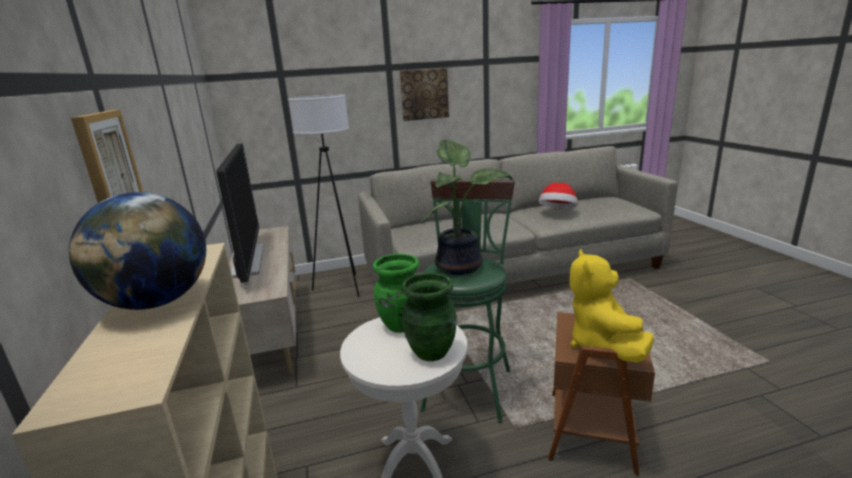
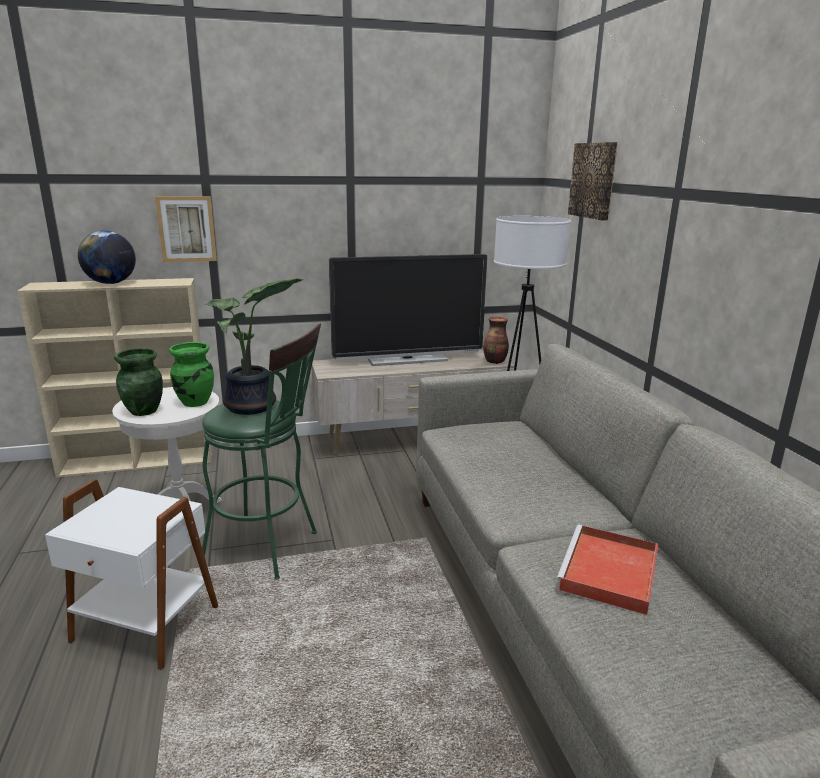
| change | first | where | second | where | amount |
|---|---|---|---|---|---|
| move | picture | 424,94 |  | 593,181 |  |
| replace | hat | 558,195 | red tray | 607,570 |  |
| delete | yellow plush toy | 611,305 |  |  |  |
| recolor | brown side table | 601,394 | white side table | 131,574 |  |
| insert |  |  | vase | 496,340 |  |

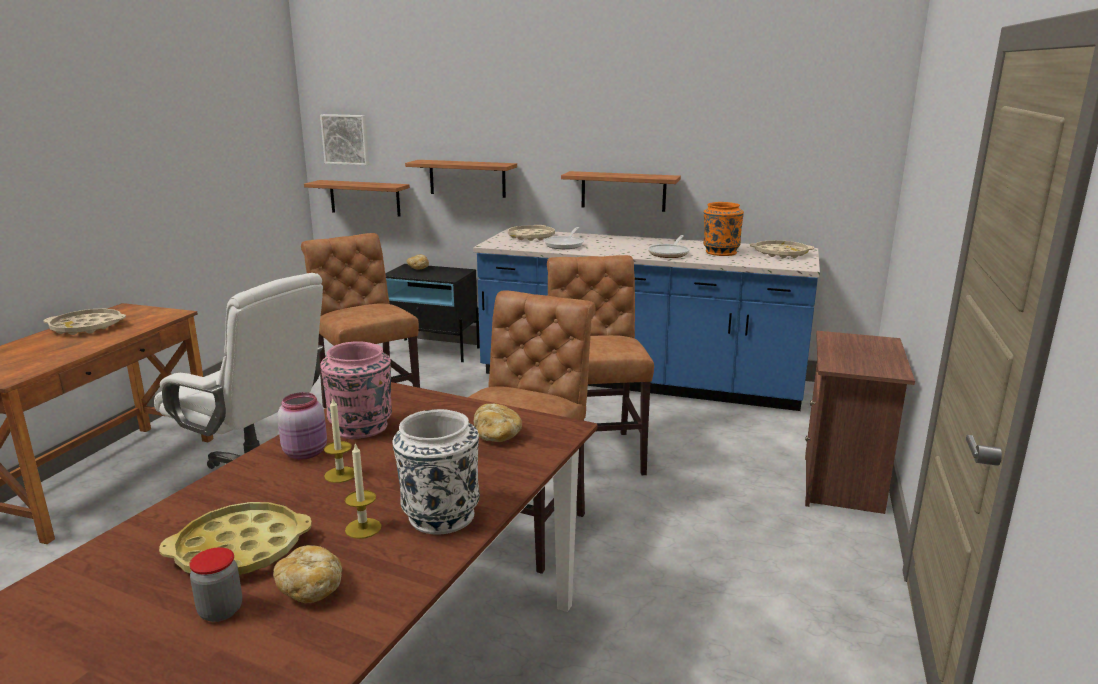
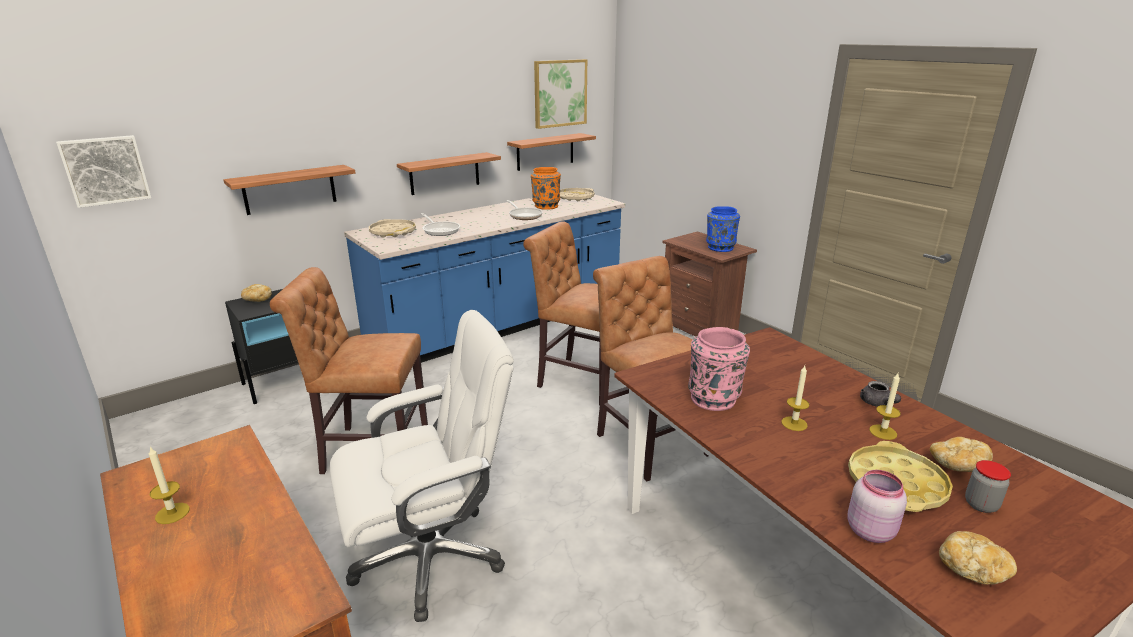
| change | first | where | second | where | amount |
|---|---|---|---|---|---|
| move | shelf | 357,198 |  | 551,152 |  |
| replace | beige tray | 84,322 | candle | 169,485 |  |
| move | pink jar | 302,426 |  | 877,506 |  |
| move | bread | 497,423 |  | 978,558 |  |
| replace | white vase | 436,471 | grey teapot | 880,394 |  |
| insert |  |  | picture | 560,94 |  |
| insert |  |  | blue vase | 723,229 |  |

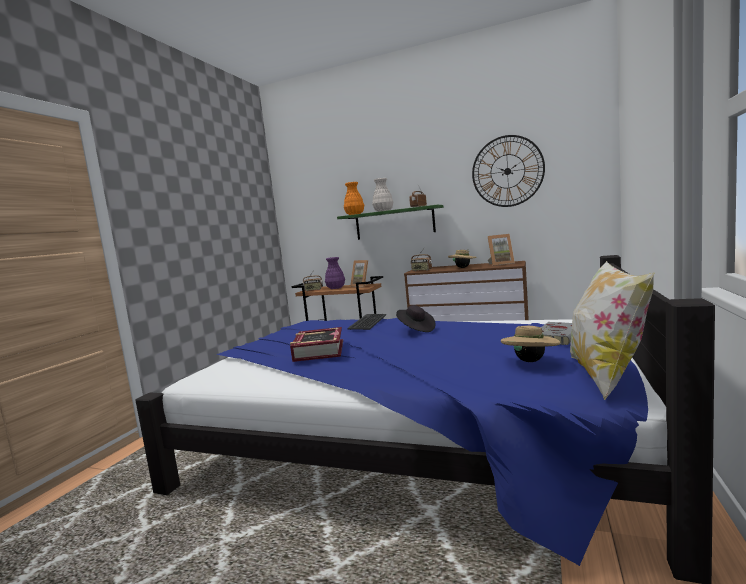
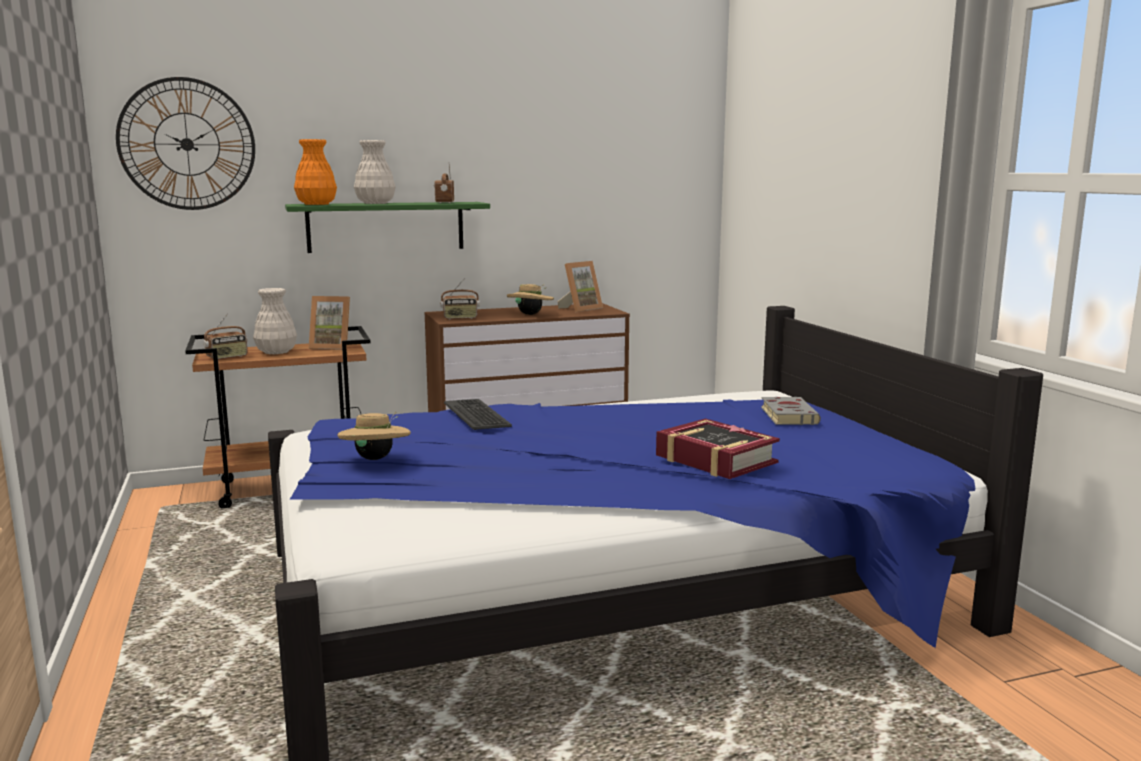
| change | first | where | second | where | amount |
|---|---|---|---|---|---|
| move | wall clock | 508,171 |  | 185,143 |  |
| recolor | purple vase | 335,273 | white vase | 275,321 |  |
| delete | pillow | 612,330 |  |  |  |
| delete | black hat | 416,318 |  |  |  |
| move | beige hat | 530,344 |  | 374,436 |  |
| move | book | 316,344 |  | 718,448 |  |

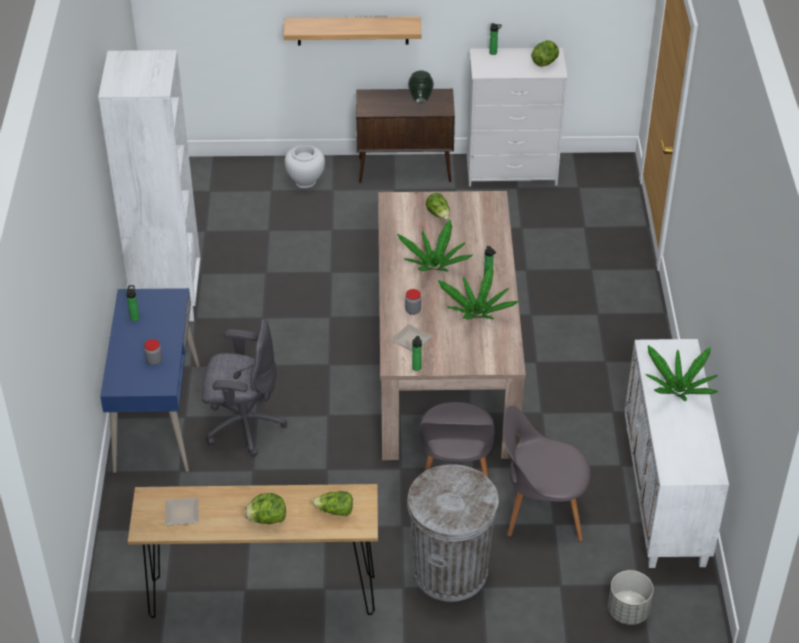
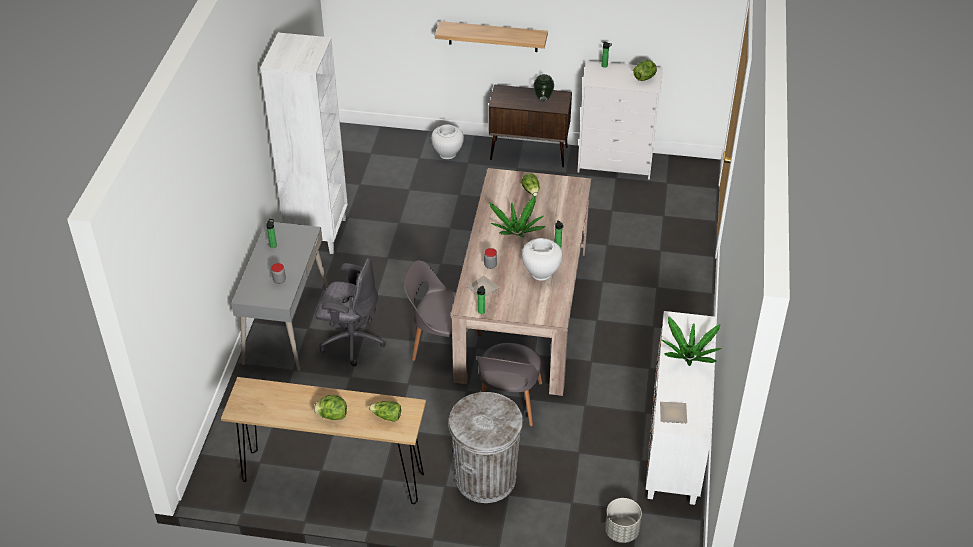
| change | first | where | second | where | amount |
|---|---|---|---|---|---|
| replace | potted plant | 478,292 | white vase | 542,259 |  |
| recolor | blue desk | 150,380 | grey desk | 279,296 |  |
| move | grey chair | 547,474 |  | 443,310 |  |
| move | plate | 182,512 |  | 673,412 |  |

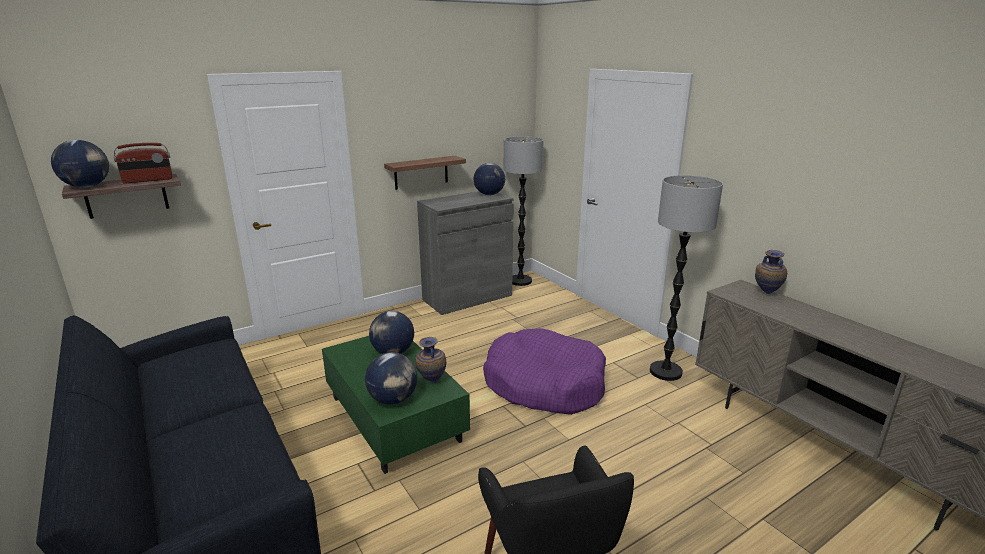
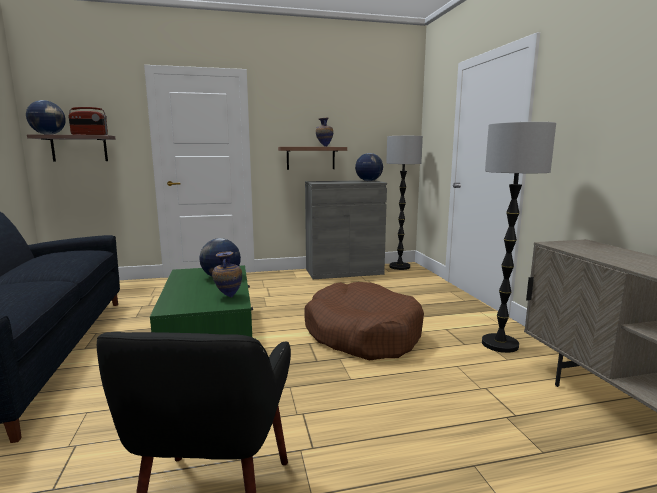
| change | first | where | second | where | amount |
|---|---|---|---|---|---|
| move | vase | 771,272 |  | 324,132 |  |
| recolor | purple dog bed | 544,371 | brown dog bed | 364,321 |  |
| delete | globe | 391,378 |  |  |  |

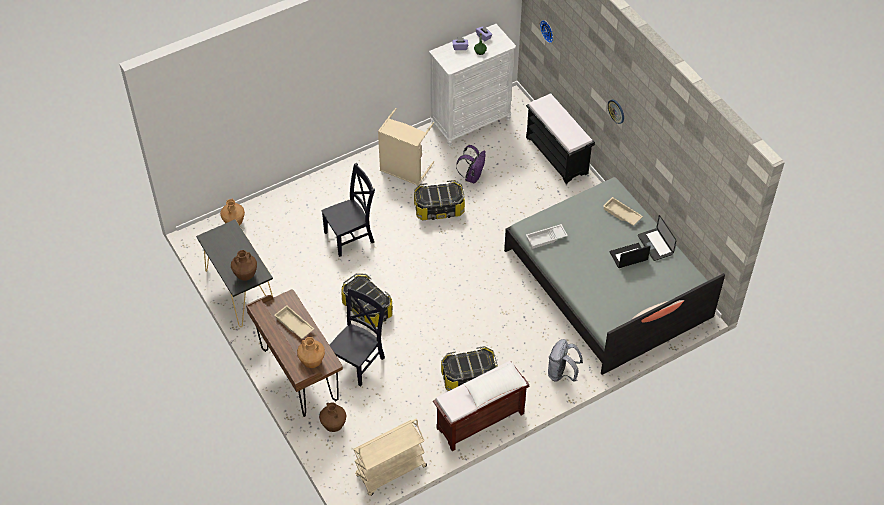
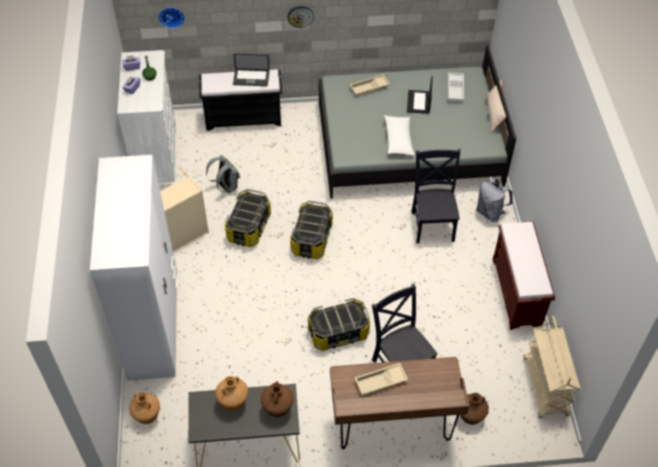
| change | first | where | second | where | amount |
|---|---|---|---|---|---|
| recolor | purple backpack | 471,164 | grey backpack | 223,174 |  |
| move | black chair | 348,210 |  | 436,196 |  |
| move | laptop | 657,238 |  | 251,70 |  |
| move | white tray | 547,236 |  | 456,88 |  |
| move | brown vase | 311,352 |  | 231,393 |  |
| move | storage box | 469,368 |  | 311,230 |  |
| move | white pillow | 495,385 |  | 399,135 |  |
| insert |  |  | white wardrobe | 133,268 |  |

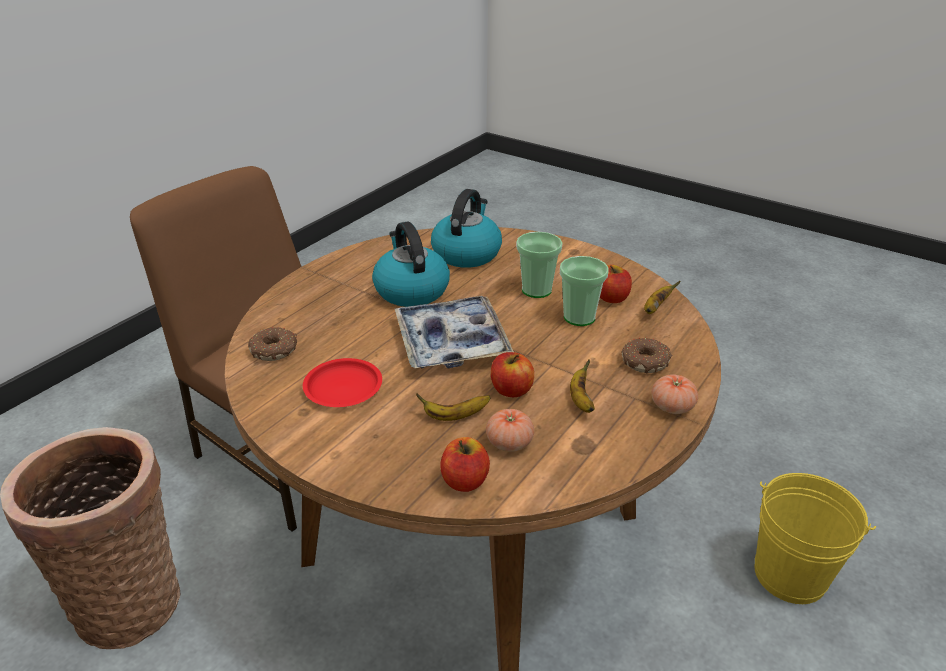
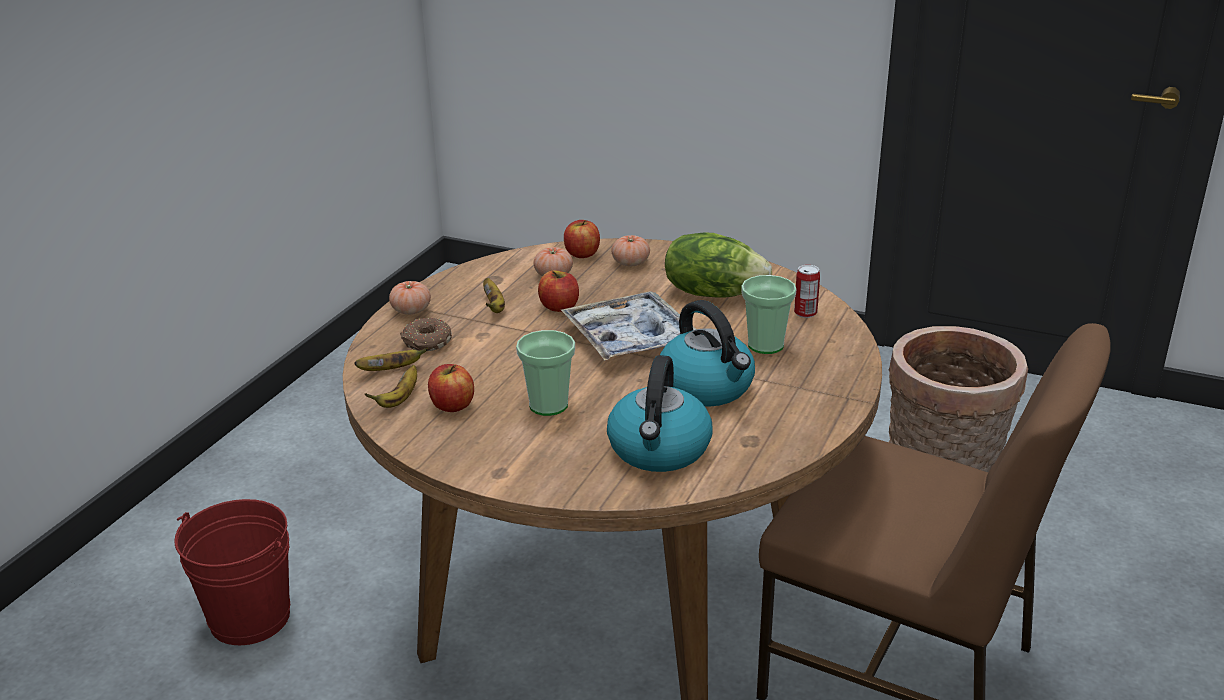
| change | first | where | second | where | amount |
|---|---|---|---|---|---|
| move | cup | 584,291 |  | 769,314 |  |
| replace | donut | 272,344 | can | 807,291 |  |
| replace | red plate | 342,382 | lettuce | 718,265 |  |
| move | banana | 453,407 |  | 391,359 |  |
| recolor | yellow bucket | 815,538 | red bucket | 232,572 |  |
| insert |  |  | tomato | 630,250 |  |

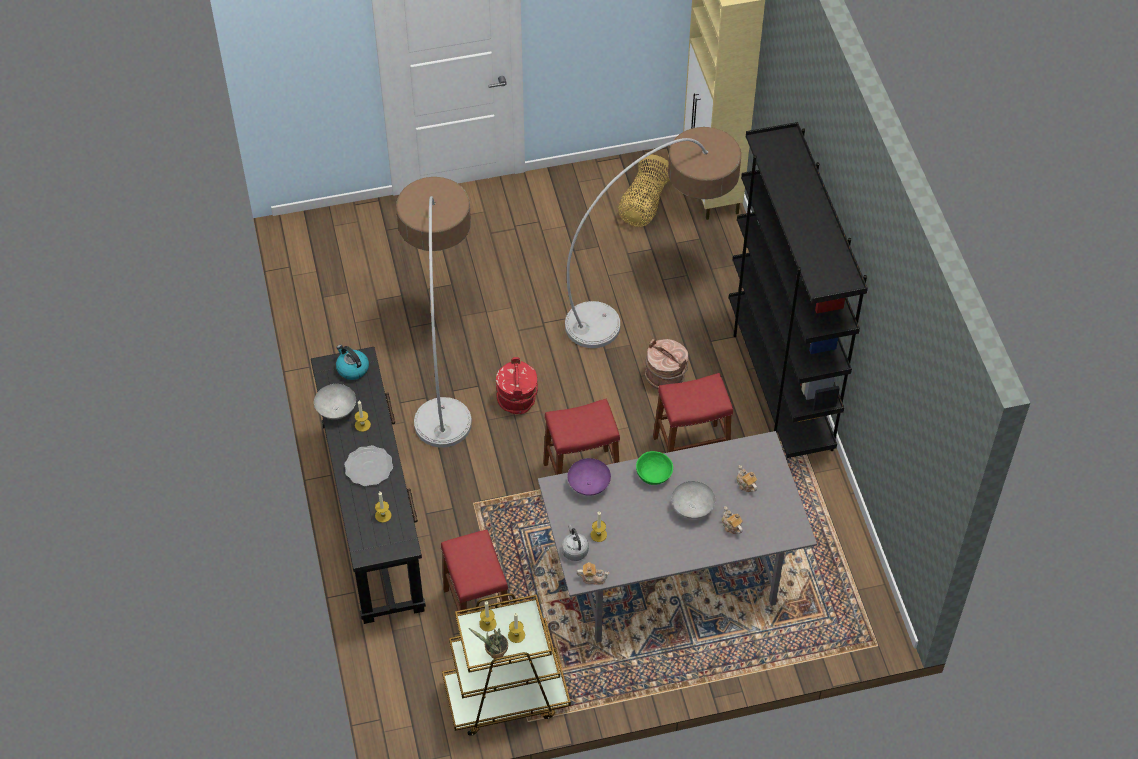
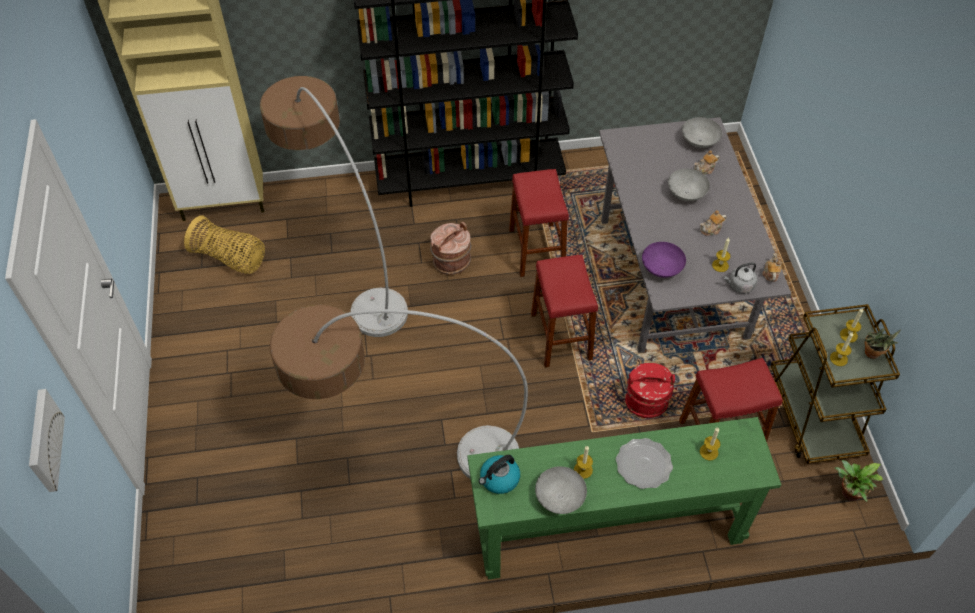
| change | first | where | second | where | amount |
|---|---|---|---|---|---|
| recolor | black console table | 368,485 | green console table | 624,498 |  |
| move | red bucket | 517,385 |  | 650,390 |  |
| delete | green bowl | 654,468 |  |  |  |
| move | teapot | 746,478 |  | 713,223 |  |
| insert |  |  | grey bowl | 702,132 |  |
| insert |  |  | picture | 47,440 |  |
| insert |  |  | potted plant | 859,481 |  |

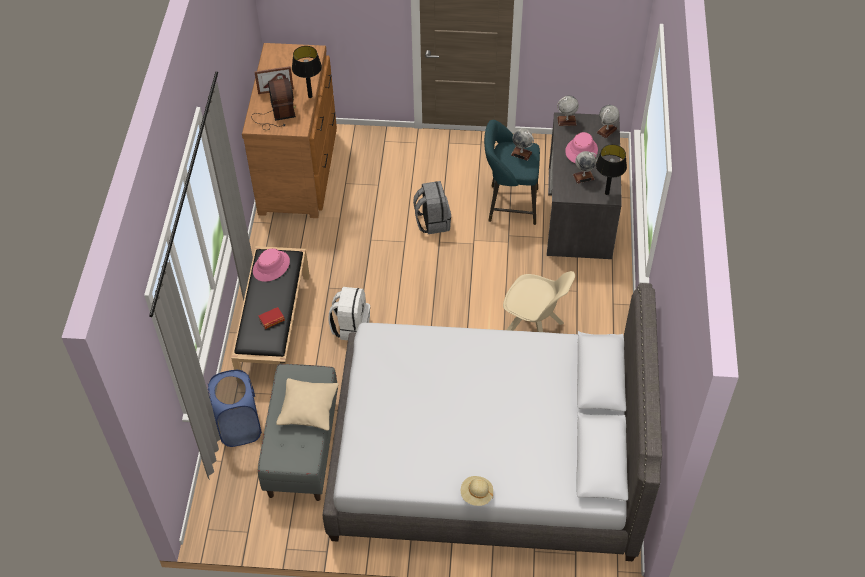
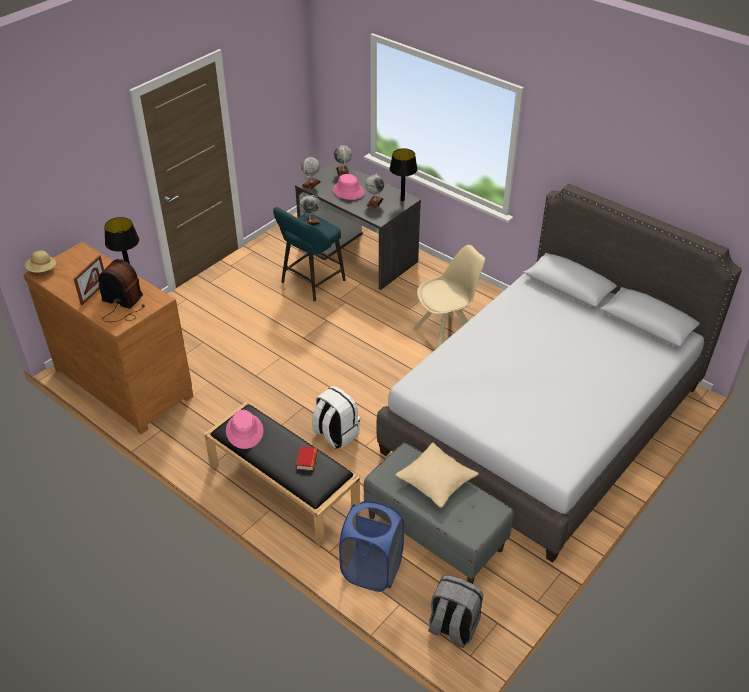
| change | first | where | second | where | amount |
|---|---|---|---|---|---|
| move | grey backpack | 432,207 |  | 455,611 |  |
| move | beige hat | 477,491 |  | 40,261 |  |

